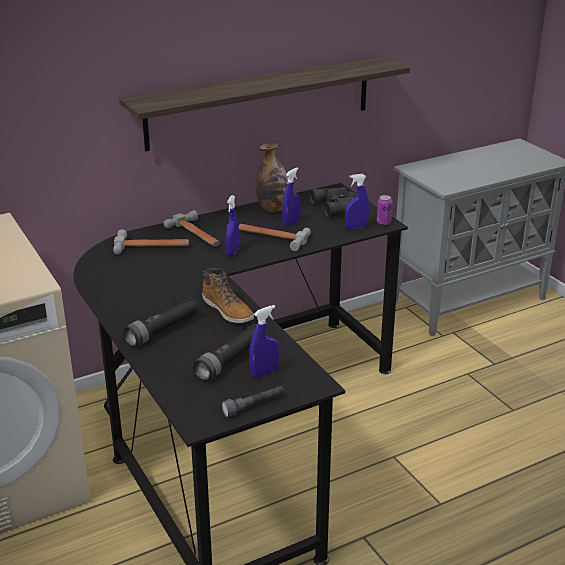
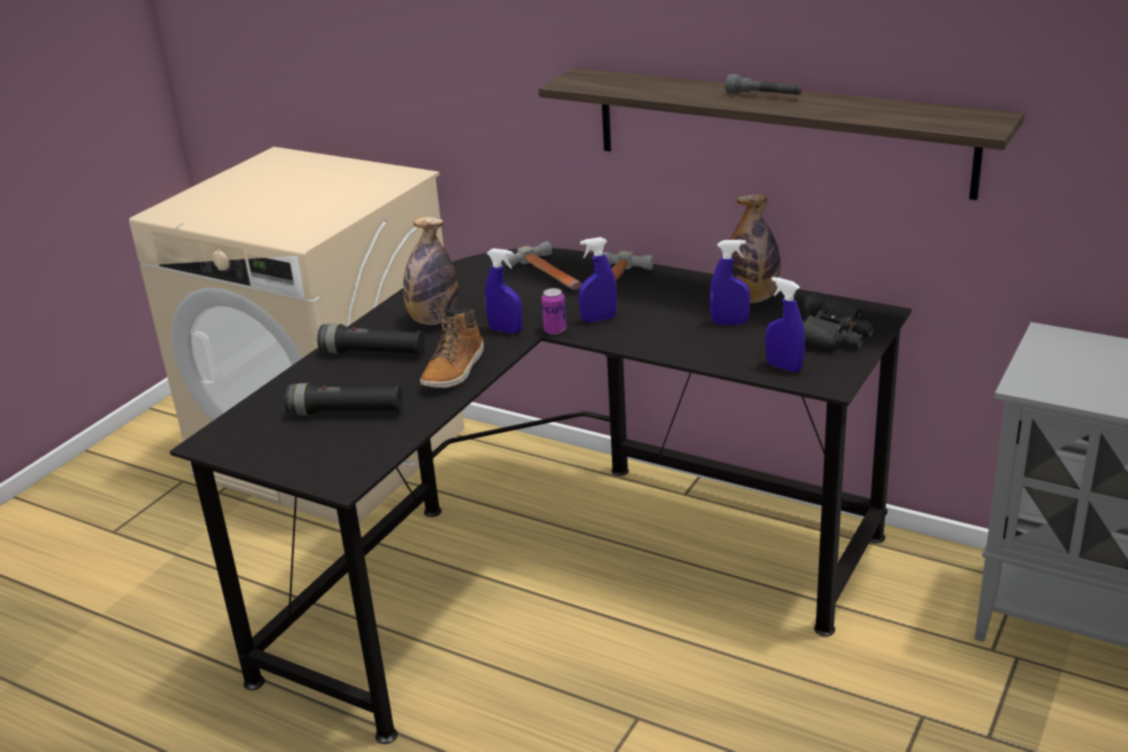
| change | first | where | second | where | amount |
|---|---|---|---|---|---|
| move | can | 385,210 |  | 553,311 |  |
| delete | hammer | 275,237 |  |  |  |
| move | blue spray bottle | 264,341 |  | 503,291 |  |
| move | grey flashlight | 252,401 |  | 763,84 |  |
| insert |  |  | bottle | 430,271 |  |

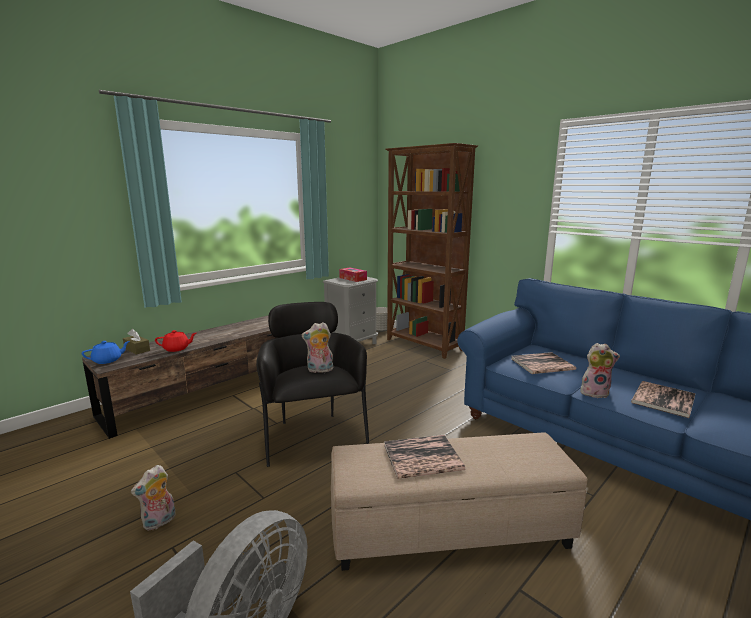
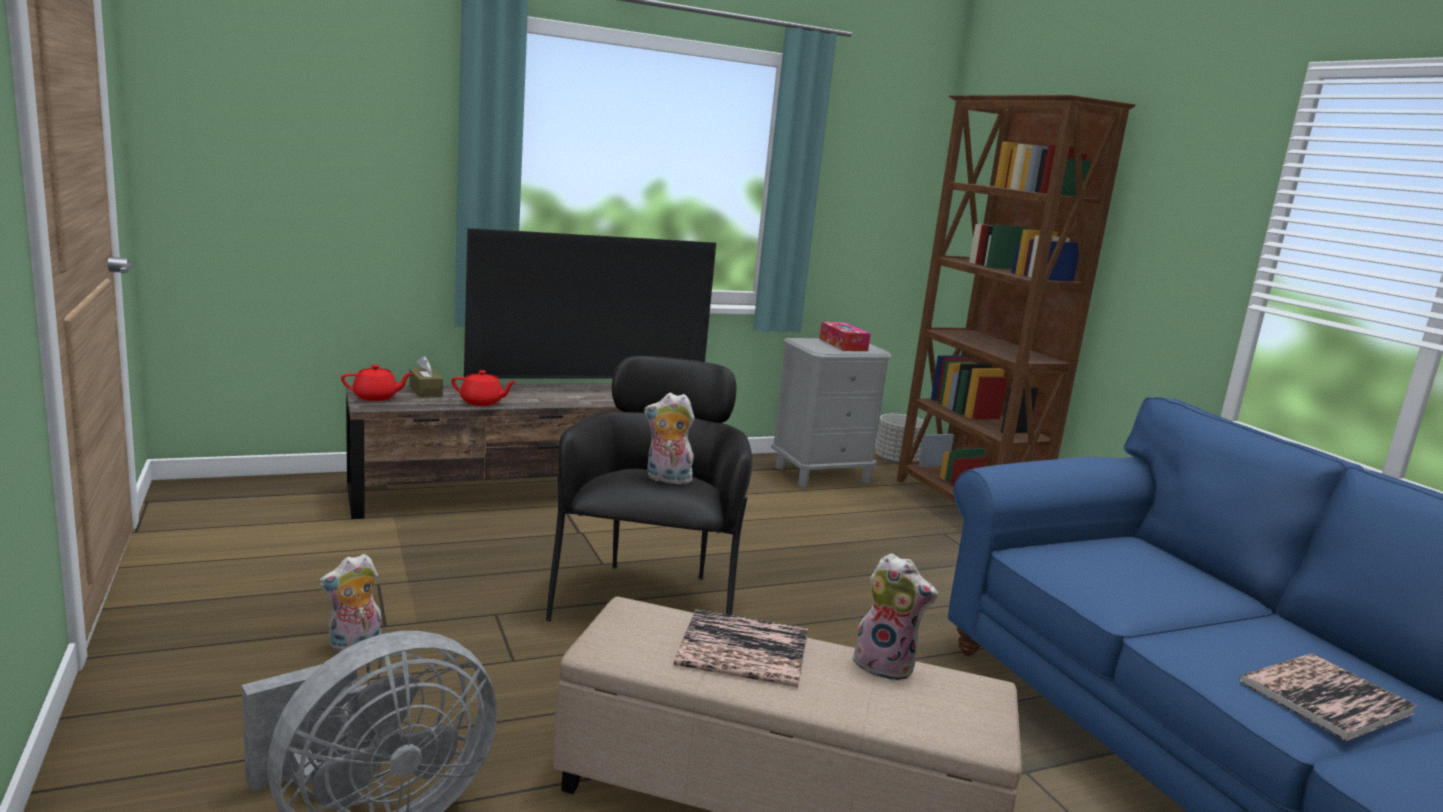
| change | first | where | second | where | amount |
|---|---|---|---|---|---|
| recolor | blue teapot | 106,352 | red teapot | 377,383 |  |
| move | plush toy | 600,370 |  | 894,617 |  |
| delete | book | 544,363 |  |  |  |
| insert |  |  | television | 590,303 |  |

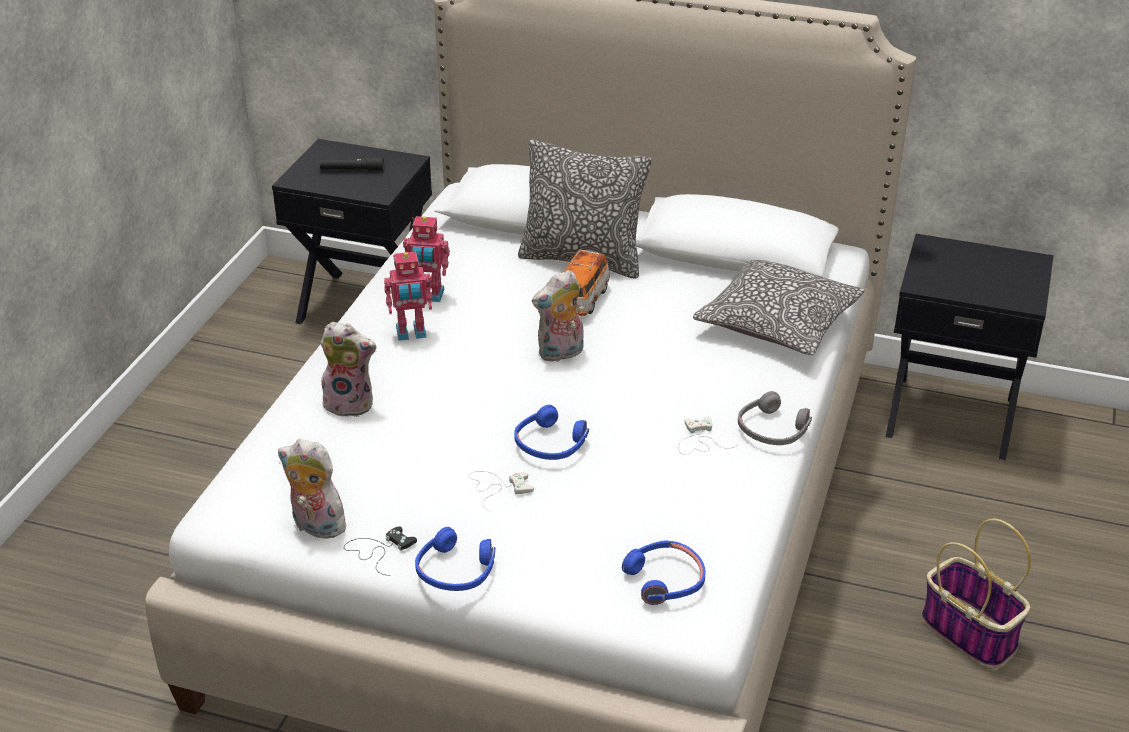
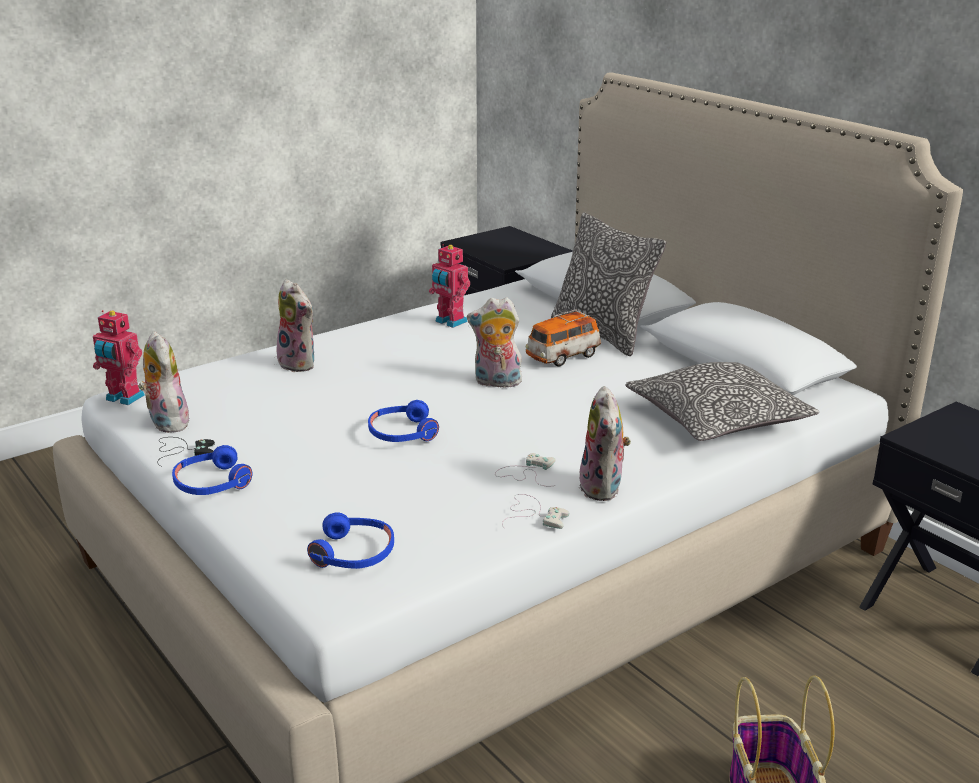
| change | first | where | second | where | amount |
|---|---|---|---|---|---|
| delete | black flashlight | 352,164 |  |  |  |
| move | toy robot | 408,296 |  | 119,357 |  |
| replace | grey headphones | 775,418 | plush toy | 605,443 |  |
| move | white game controller | 501,491 |  | 535,511 |  |

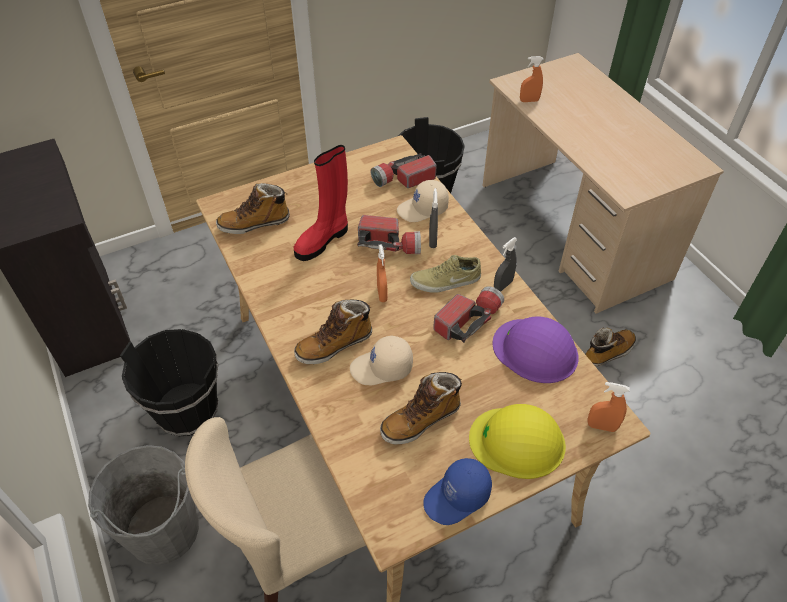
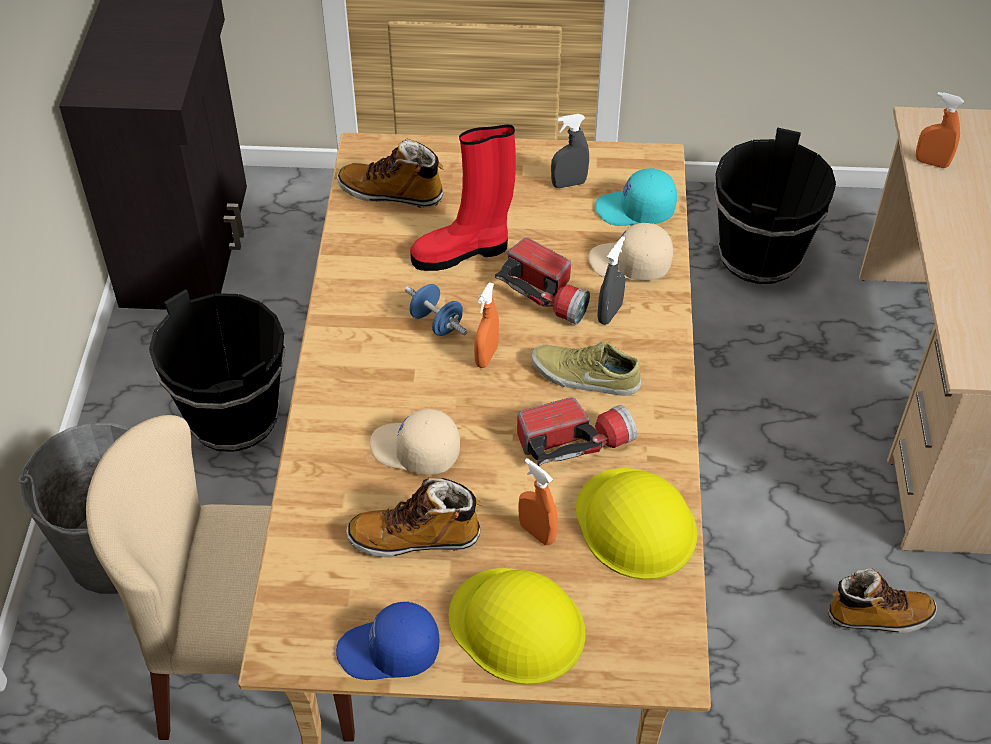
| change | first | where | second | where | amount |
|---|---|---|---|---|---|
| replace | flashlight | 404,170 | turquoise cap | 636,197 |  |
| move | grey spray bottle | 505,264 |  | 570,151 |  |
| delete | boot | 333,332 |  |  |  |
| recolor | purple hard hat | 536,349 | yellow hard hat | 636,524 |  |
| move | orange spray bottle | 608,407 |  | 538,501 |  |
| insert |  |  | blue dumbbell | 436,310 |  |

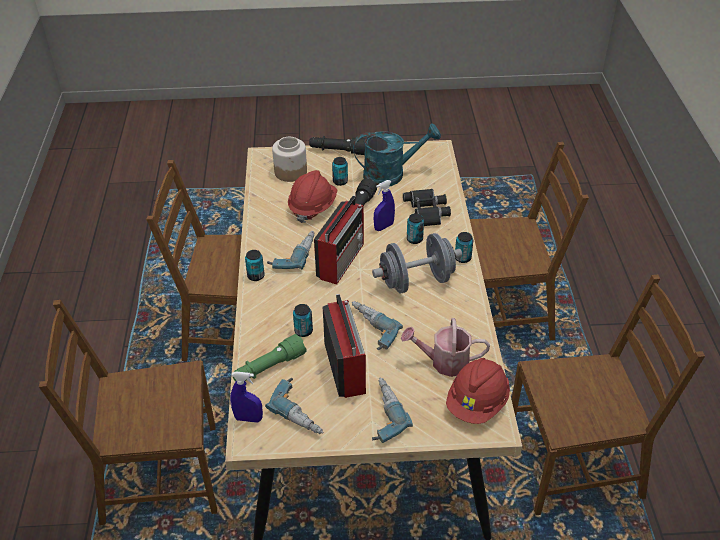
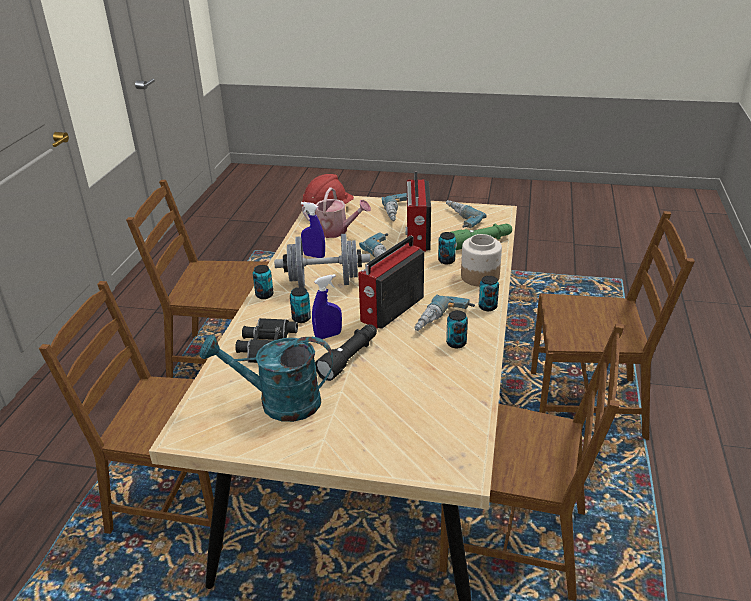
| change | first | where | second | where | amount |
|---|---|---|---|---|---|
| delete | black flashlight | 337,145 |  |  |  |
| move | jar | 289,159 |  | 481,260 |  |
| move | can | 340,171 |  | 457,329 |  |
| delete | red hard hat | 312,196 |  |  |  |
| move | blue spray bottle | 246,396 |  | 313,230 |  |

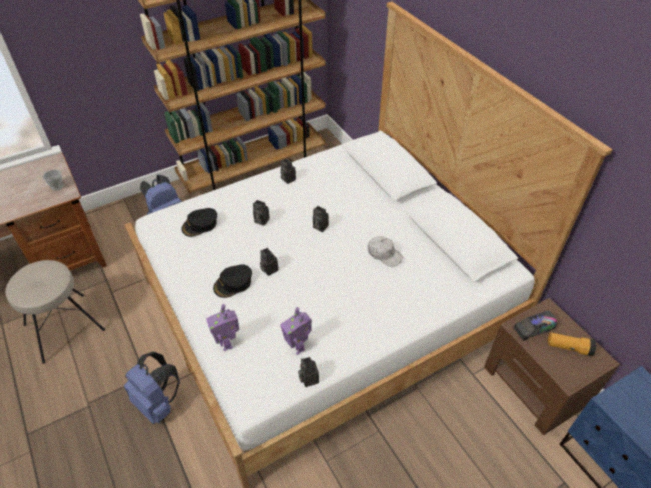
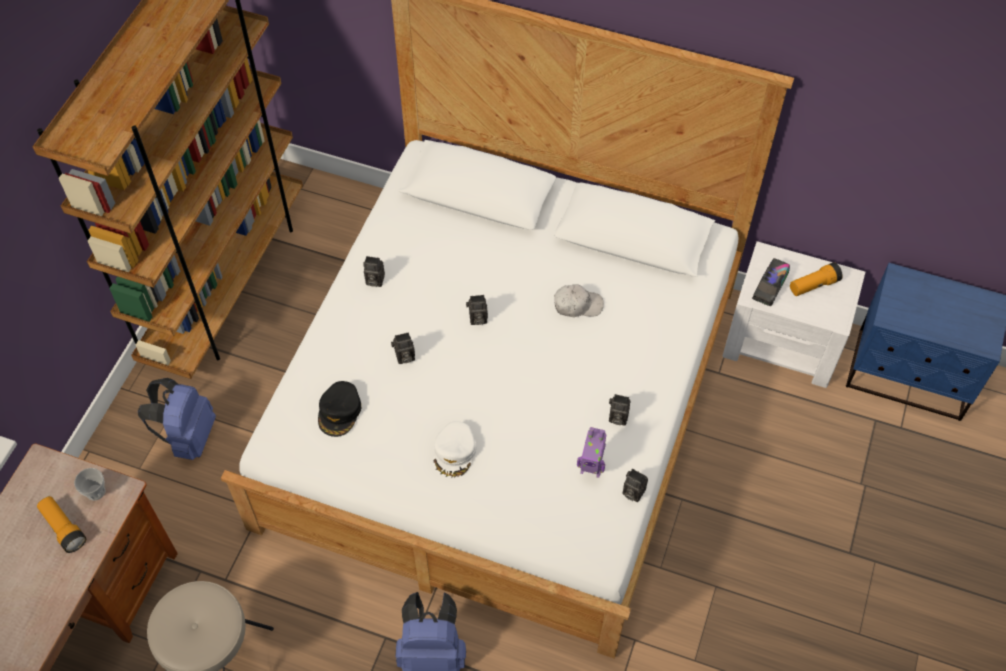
| change | first | where | second | where | amount |
|---|---|---|---|---|---|
| move | photo camera | 269,262 |  | 620,410 |  |
| recolor | black cap | 232,281 | white cap | 454,450 |  |
| recolor | brown nightstand | 552,366 | white nightstand | 794,314 |  |
| delete | toy robot | 222,327 |  |  |  |
| insert |  |  | flashlight | 61,524 |  |

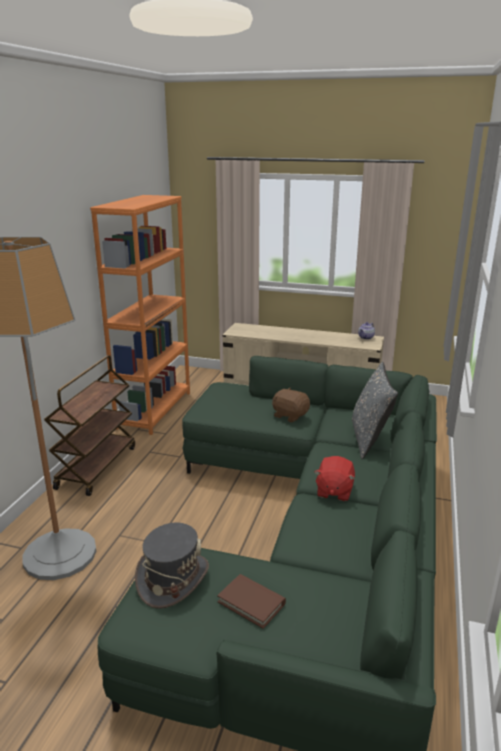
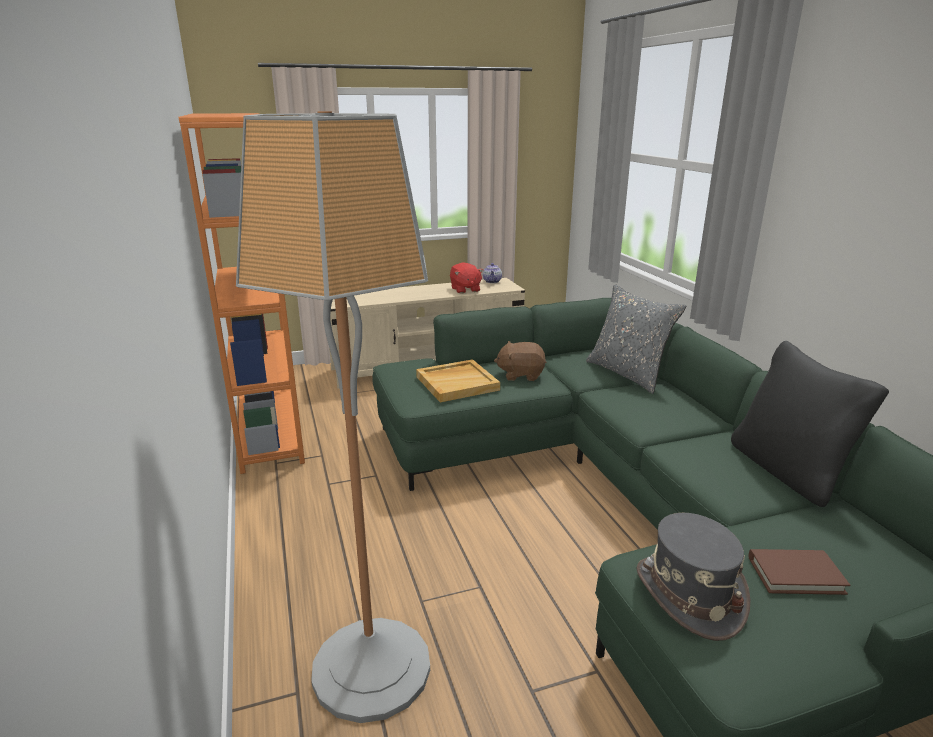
| change | first | where | second | where | amount |
|---|---|---|---|---|---|
| delete | brown cart | 89,425 |  |  |  |
| move | red plush toy | 334,478 |  | 466,278 |  |
| insert |  |  | black pillow | 810,424 |  |
| insert |  |  | beige tray | 458,380 |  |

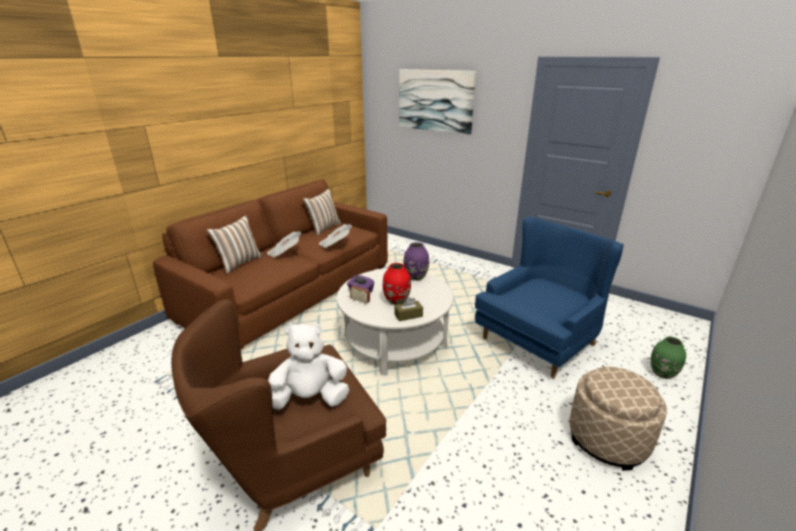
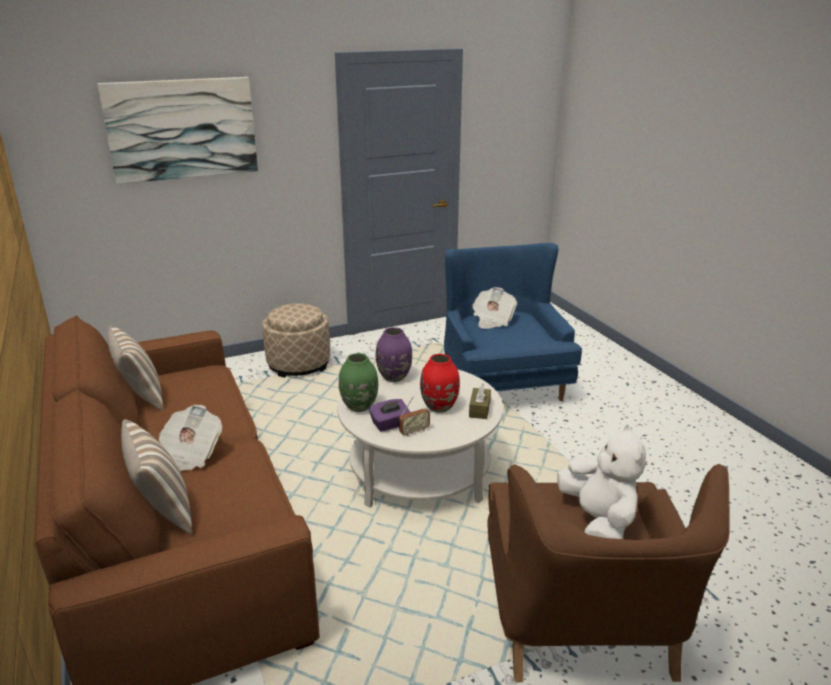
| change | first | where | second | where | amount |
|---|---|---|---|---|---|
| move | newspaper | 335,236 |  | 494,308 |  |
| rotate | white plush toy | 308,366 |  | 601,482 | 150 degrees clockwise |
| move | green vase | 668,358 |  | 358,382 |  |
| move | beige ottoman | 618,419 |  | 296,340 |  |

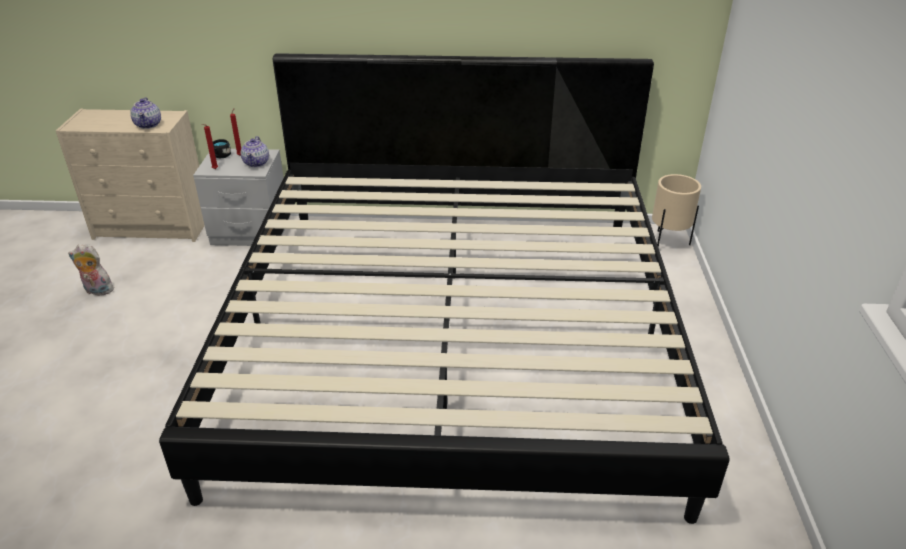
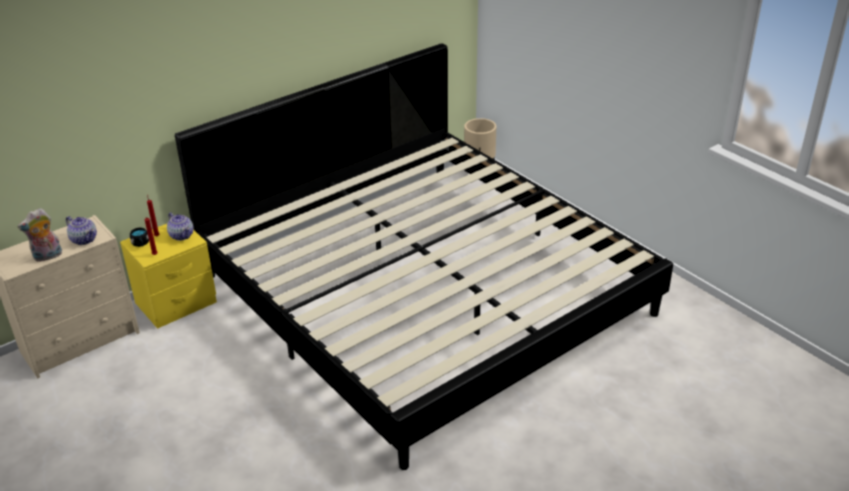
| change | first | where | second | where | amount |
|---|---|---|---|---|---|
| recolor | grey nightstand | 241,198 | yellow nightstand | 168,276 |  |
| move | plush toy | 91,270 |  | 39,235 |  |

